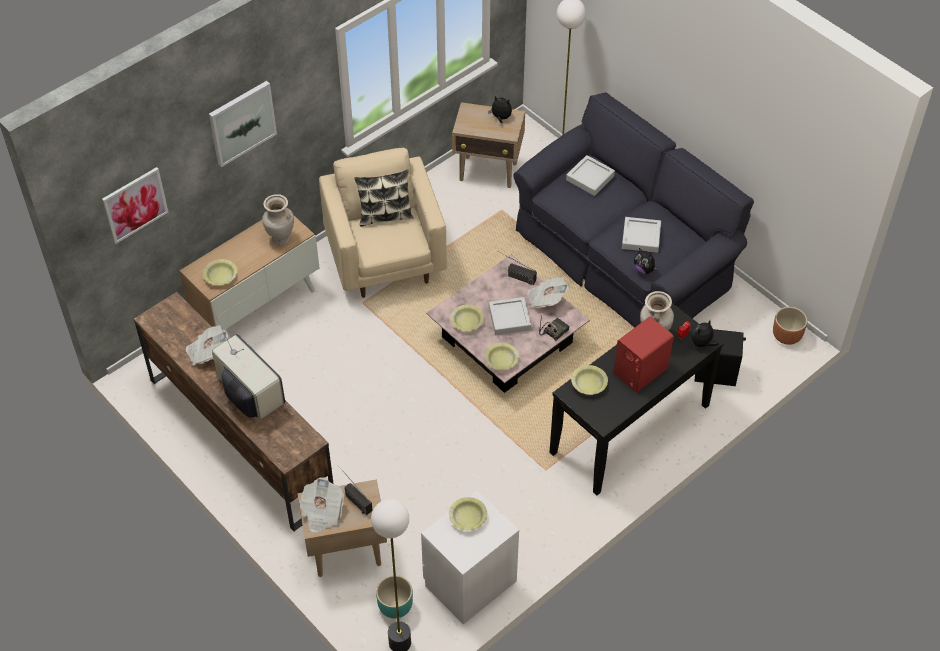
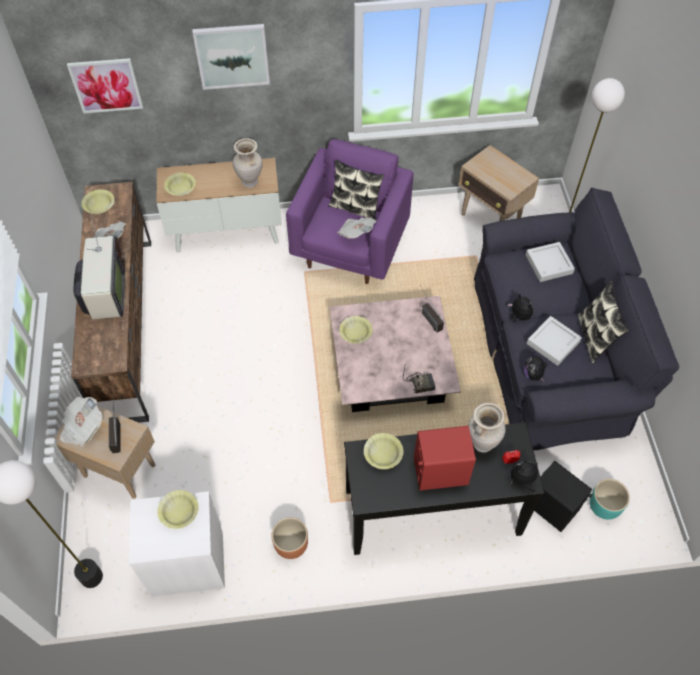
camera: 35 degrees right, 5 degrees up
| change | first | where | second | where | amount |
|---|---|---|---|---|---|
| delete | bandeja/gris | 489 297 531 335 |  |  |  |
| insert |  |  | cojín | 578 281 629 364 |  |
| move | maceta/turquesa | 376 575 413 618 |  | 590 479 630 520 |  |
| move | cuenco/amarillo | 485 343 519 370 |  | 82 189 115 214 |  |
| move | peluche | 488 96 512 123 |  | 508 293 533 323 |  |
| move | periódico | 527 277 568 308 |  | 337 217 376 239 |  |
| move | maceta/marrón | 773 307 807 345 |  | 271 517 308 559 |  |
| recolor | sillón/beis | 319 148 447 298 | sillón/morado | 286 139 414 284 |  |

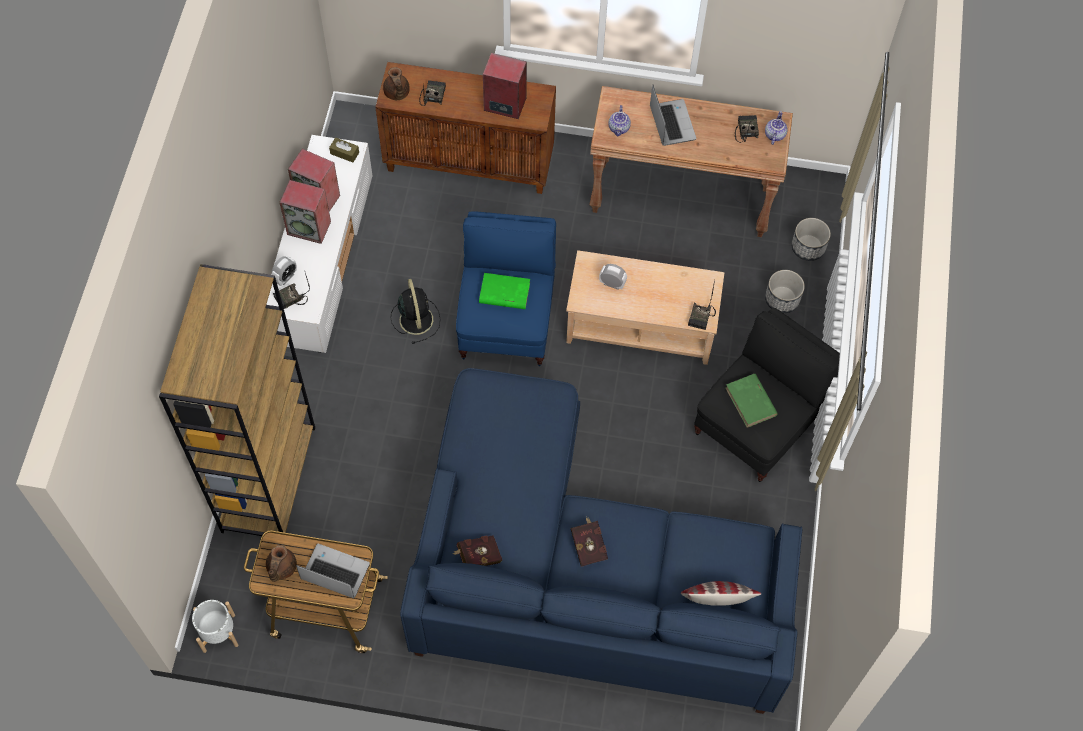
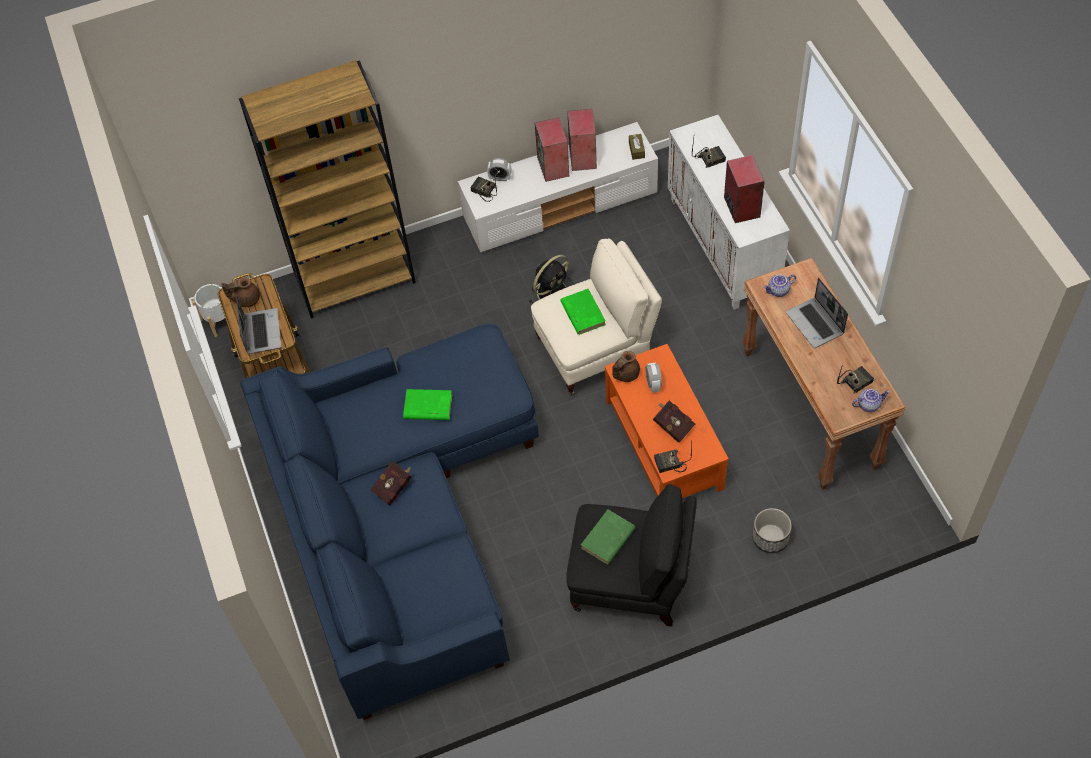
camera: 65 degrees right, 5 degrees down
| change | first | where | second | where | amount |
|---|---|---|---|---|---|
| delete | cojín | 681 581 761 606 |  |  |  |
| delete | maceta | 792 218 831 261 |  |  |  |
| insert |  |  | libro/verde | 403 389 452 420 |  |
| move | tetera/marrón | 383 67 410 100 |  | 612 351 640 382 |  |
| move | libro/rojo | 453 535 502 566 |  | 653 401 695 443 |  |
| recolor | armario/marrón | 375 62 556 194 | armario/blanco | 668 115 790 310 |  |
| recolor | sillón/azul | 456 211 556 366 | sillón/beis | 531 238 662 395 |  |
| recolor | mesa de centro/beis | 566 250 725 365 | mesa de centro/naranja | 604 344 729 498 |  |
| rotate | portátil | 650 85 696 146 |  | 786 278 848 348 | 105 degrees clockwise |

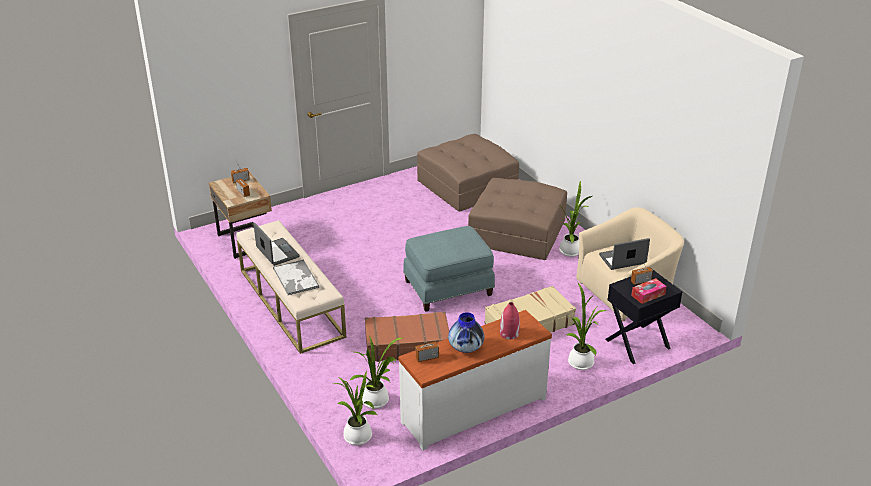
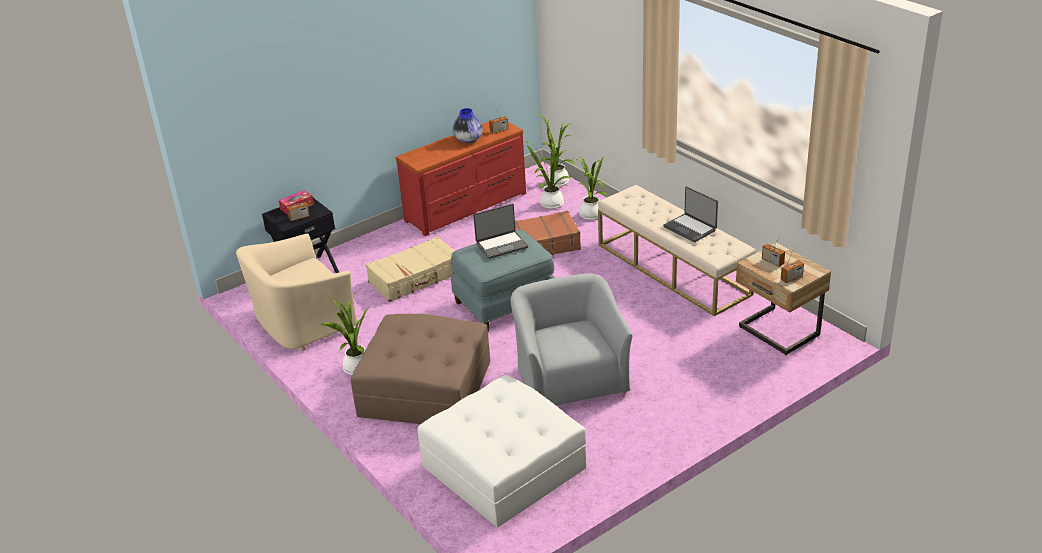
camera: 175 degrees right, 0 degrees up
| change | first | where | second | where | amount |
|---|---|---|---|---|---|
| delete | bandeja | 273 260 319 295 |  |  |  |
| delete | florero/rojo | 500 302 520 339 |  |  |  |
| insert |  |  | sillón/gris | 511 273 633 405 |  |
| move | planta en maceta | 566 283 607 370 |  | 572 156 608 220 |  |
| move | portátil | 599 238 650 270 |  | 473 204 528 259 |  |
| recolor | cómoda/blanco | 398 310 552 450 | cómoda/rojo | 396 122 526 236 |  |
| recolor | puf/marrón | 417 134 519 212 | puf/blanco | 417 375 587 527 |  |

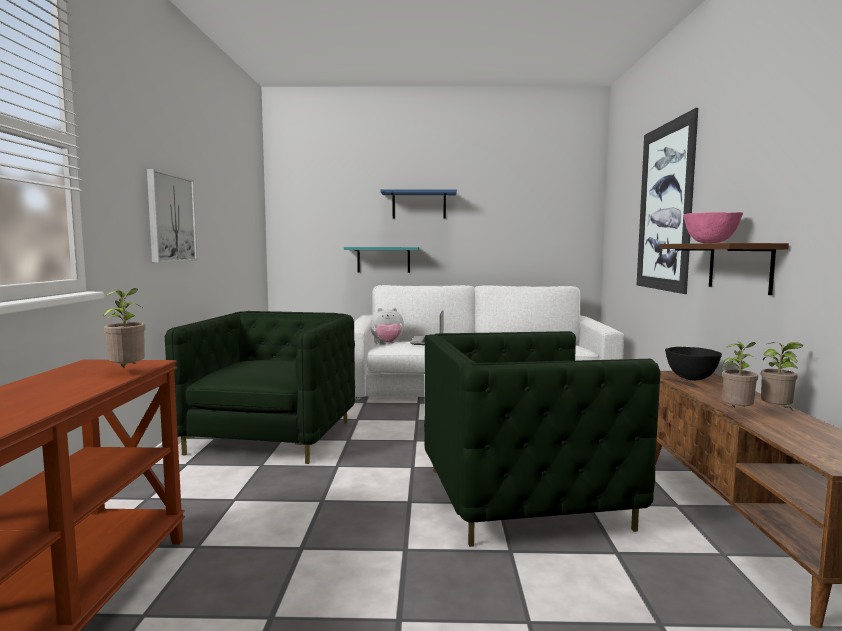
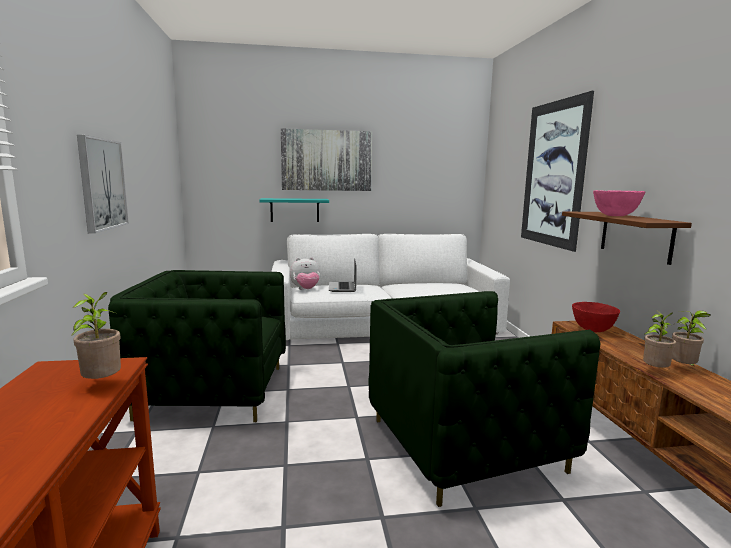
camera: 10 degrees left, 5 degrees up
| change | first | where | second | where | amount |
|---|---|---|---|---|---|
| replace | estante/azul | 380 189 457 219 | cuadro | 281 128 372 191 |  |
| recolor | cuenco/negro | 665 347 722 380 | cuenco/rojo | 572 302 620 332 |  |
| rotate | sillón/verde | 165 311 355 464 |  | 108 270 286 422 | 90 degrees counterclockwise |

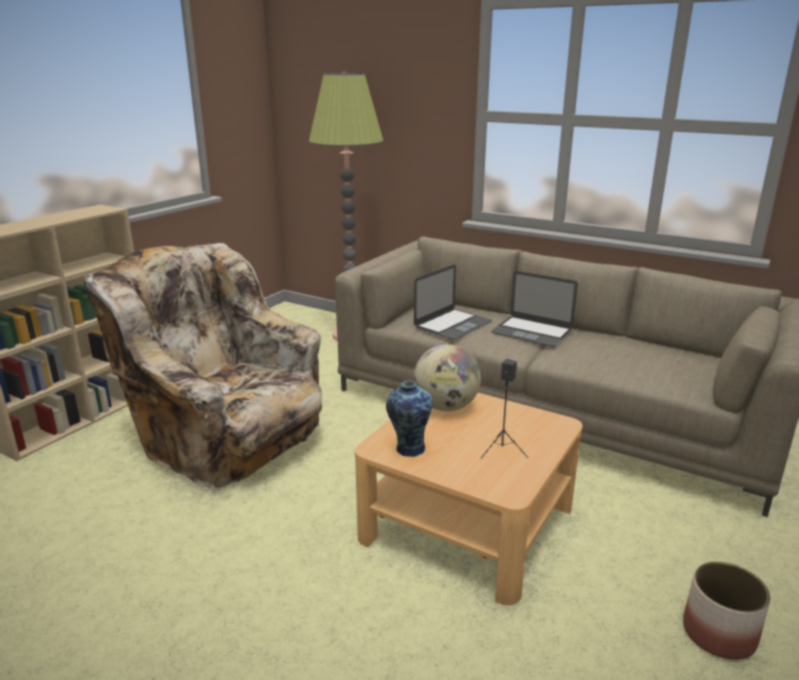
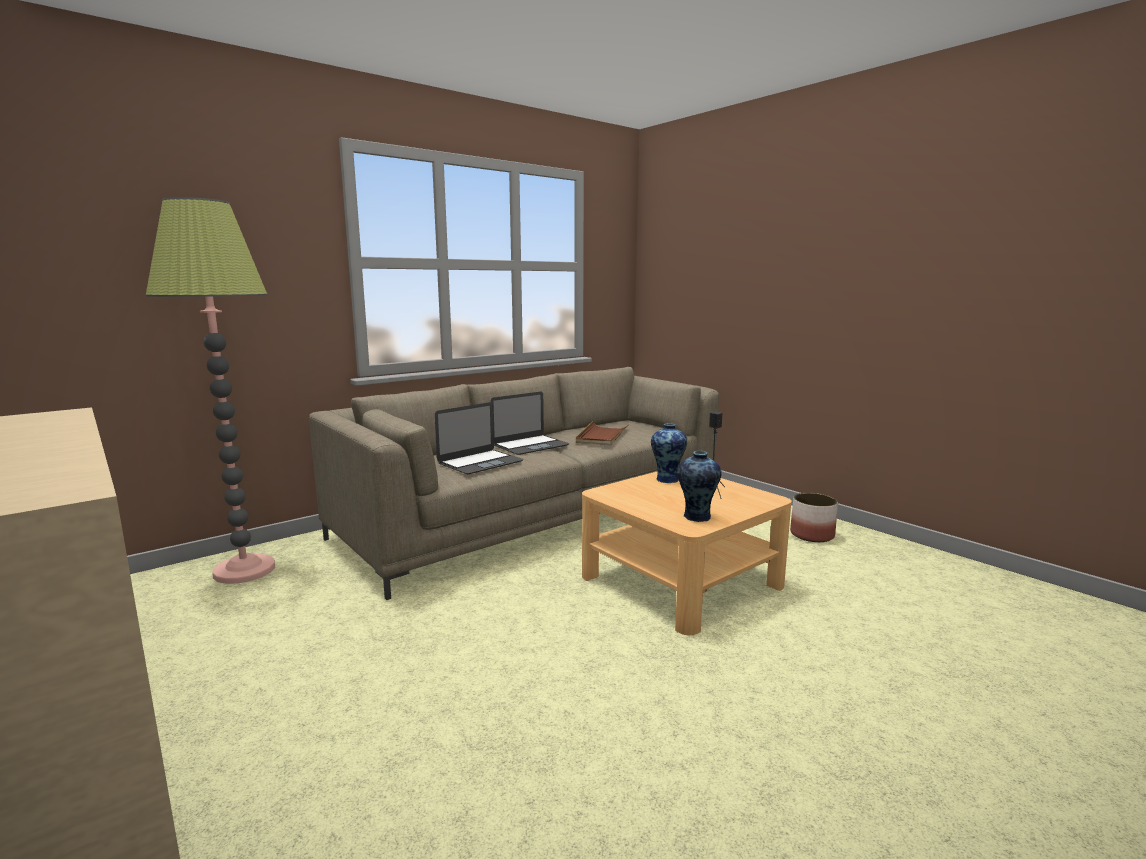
camera: 70 degrees left, 10 degrees down
| change | first | where | second | where | amount |
|---|---|---|---|---|---|
| delete | sillón/beis | 84 243 322 489 |  |  |  |
| delete | globo terráqueo | 414 344 481 411 |  |  |  |
| insert |  |  | bandeja/marrón | 576 421 629 446 |  |
| insert |  |  | florero | 651 423 687 483 |  |
| rotate | portátil | 414 265 492 340 |  | 435 402 524 474 | 75 degrees clockwise |

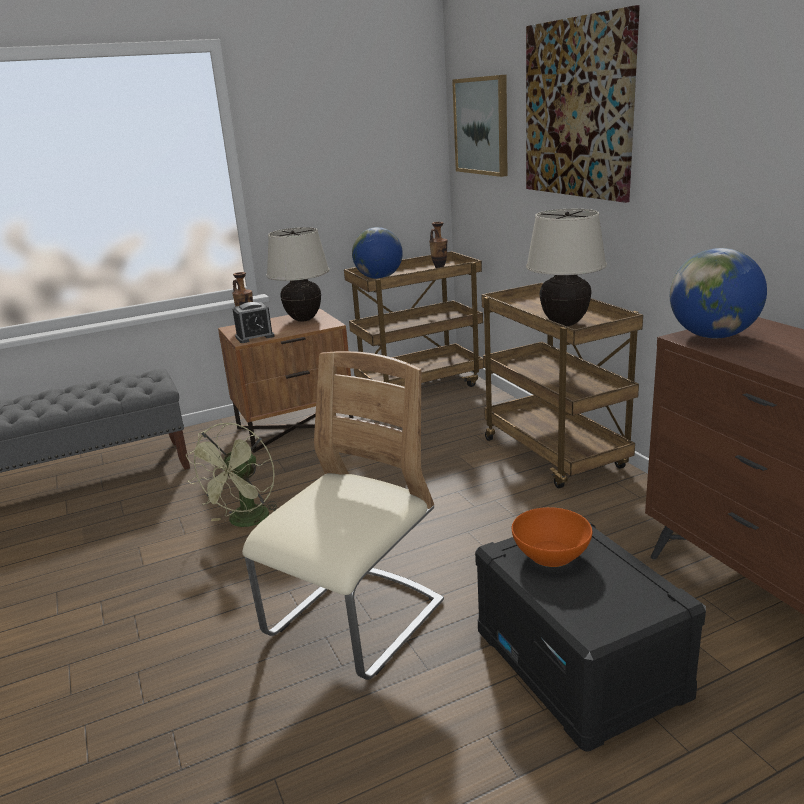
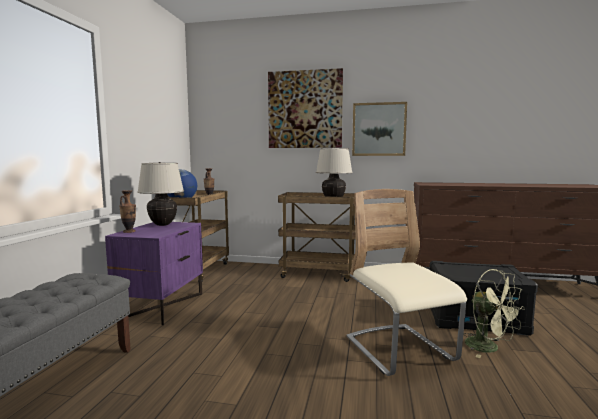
camera: 55 degrees left, 15 degrees down
| change | first | where | second | where | amount |
|---|---|---|---|---|---|
| delete | despertador | 233 302 275 343 |  |  |  |
| delete | cuenco/naranja | 512 507 592 567 |  |  |  |
| delete | globo terráqueo | 670 248 767 338 |  |  |  |
| move | ventilador/verde | 186 422 277 527 |  | 463 269 524 358 |  |
| move | cuadro | 452 75 508 177 |  | 352 102 407 156 |  |
| recolor | mesita de noche/marrón | 218 309 354 453 | mesita de noche/morado | 105 222 203 325 |  |

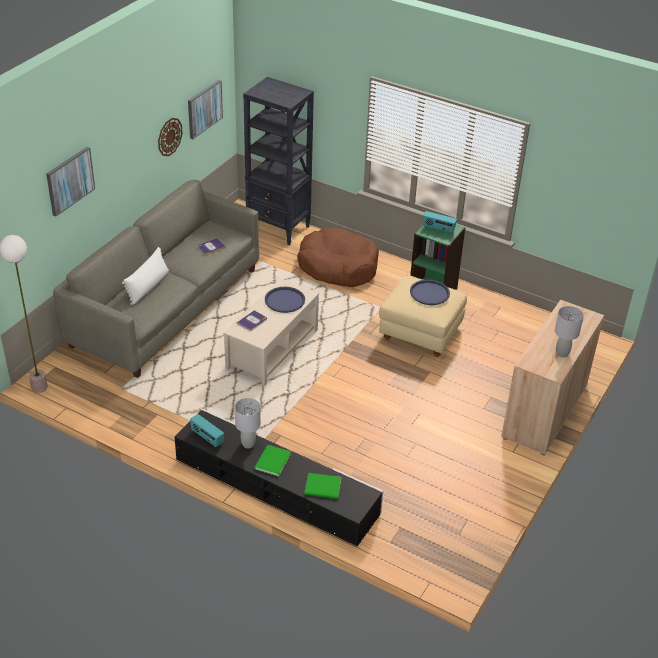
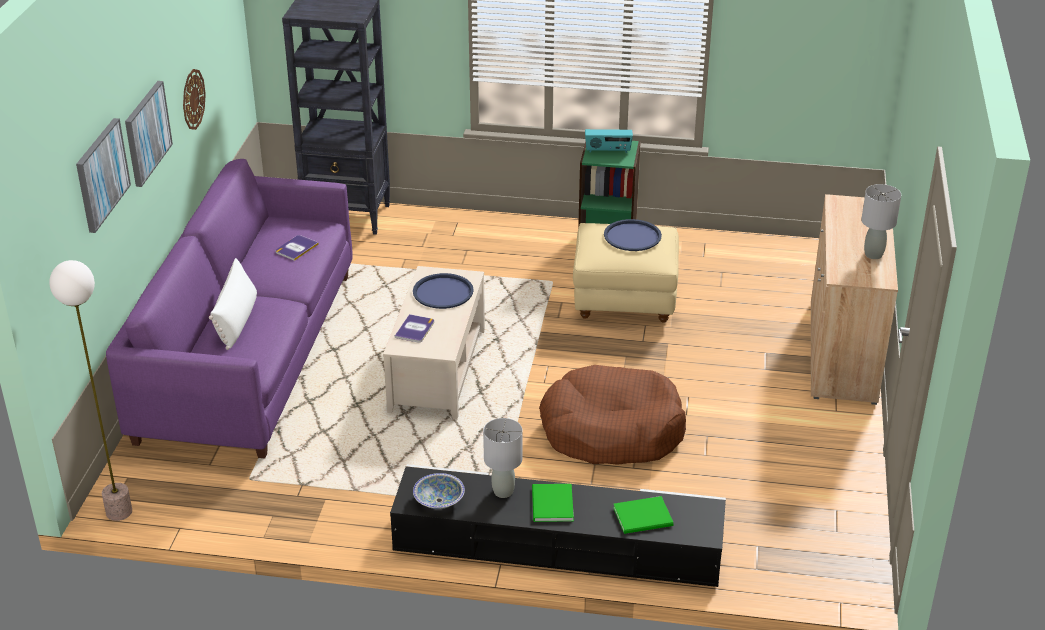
camera: 20 degrees left, 5 degrees down
| change | first | where | second | where | amount |
|---|---|---|---|---|---|
| move | cuadro | 188 80 223 139 |  | 125 81 173 187 |  |
| move | cama para perro/marrón | 297 228 379 287 |  | 539 365 686 465 |  |
| replace | radio | 190 414 224 447 | cuenco | 413 473 465 509 |  |
| recolor | sofá/gris | 53 180 259 378 | sofá/morado | 106 159 352 459 |  |

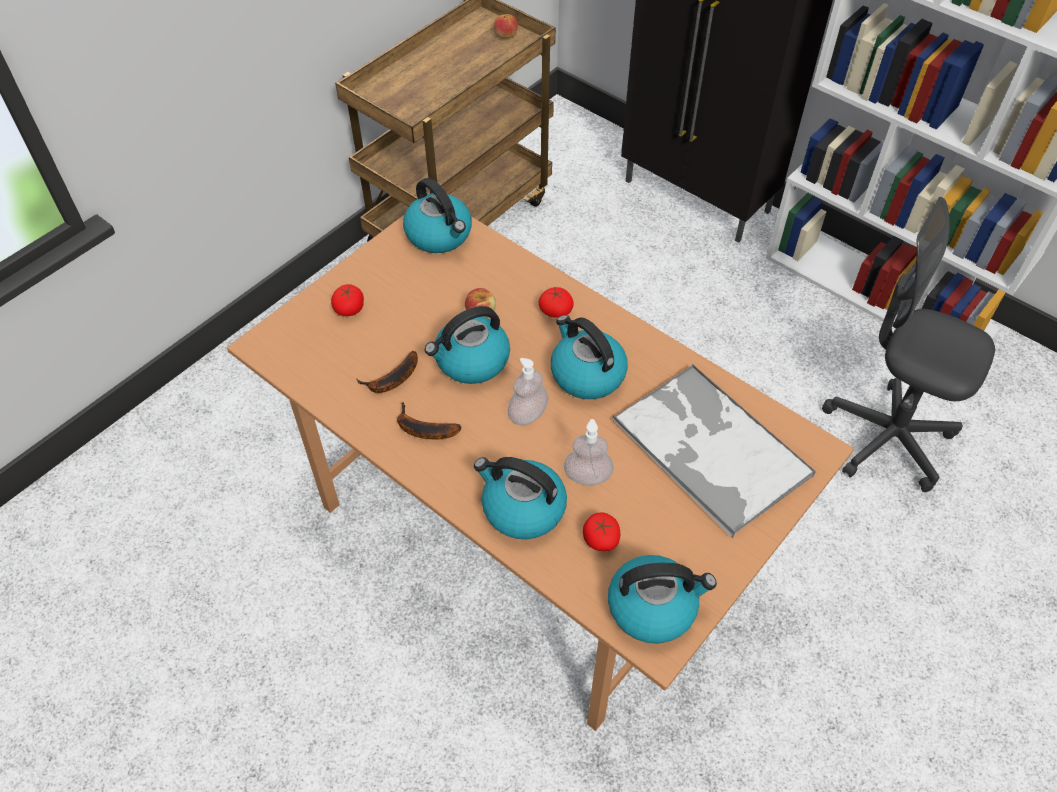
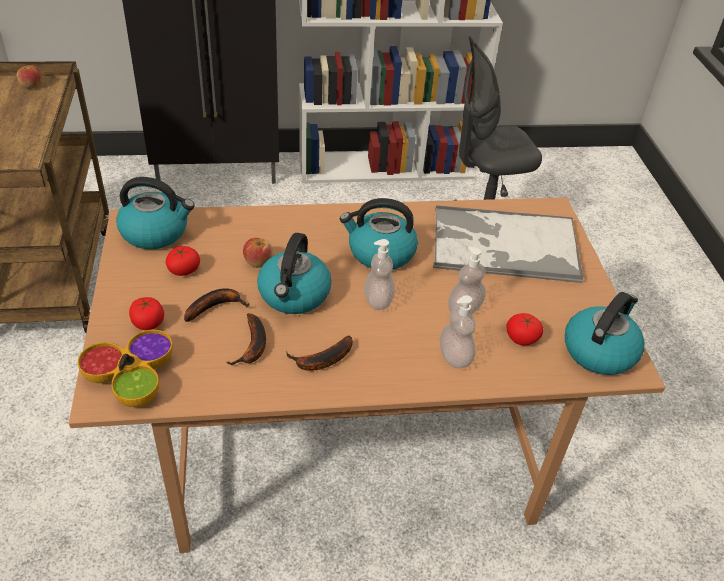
camera: 50 degrees left, 10 degrees down
| change | first | where | second | where | amount |
|---|---|---|---|---|---|
| insert |  |  | cuenco | 78 330 173 407 |  |
| insert |  |  | plátano | 184 288 249 322 |  |
| move | tomate | 539 287 574 318 |  | 166 246 200 276 |  |
| replace | hervidor | 474 457 567 539 | dispensador de jabón | 440 295 475 368 |  |

